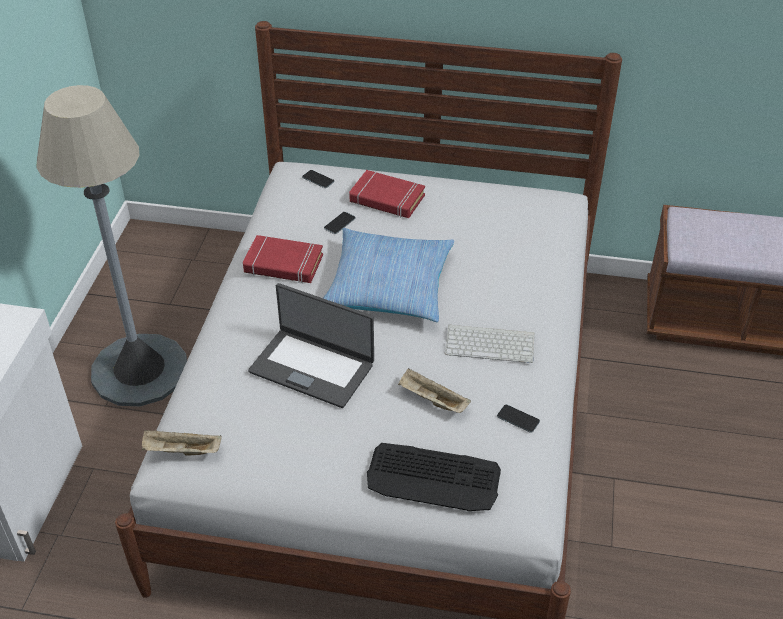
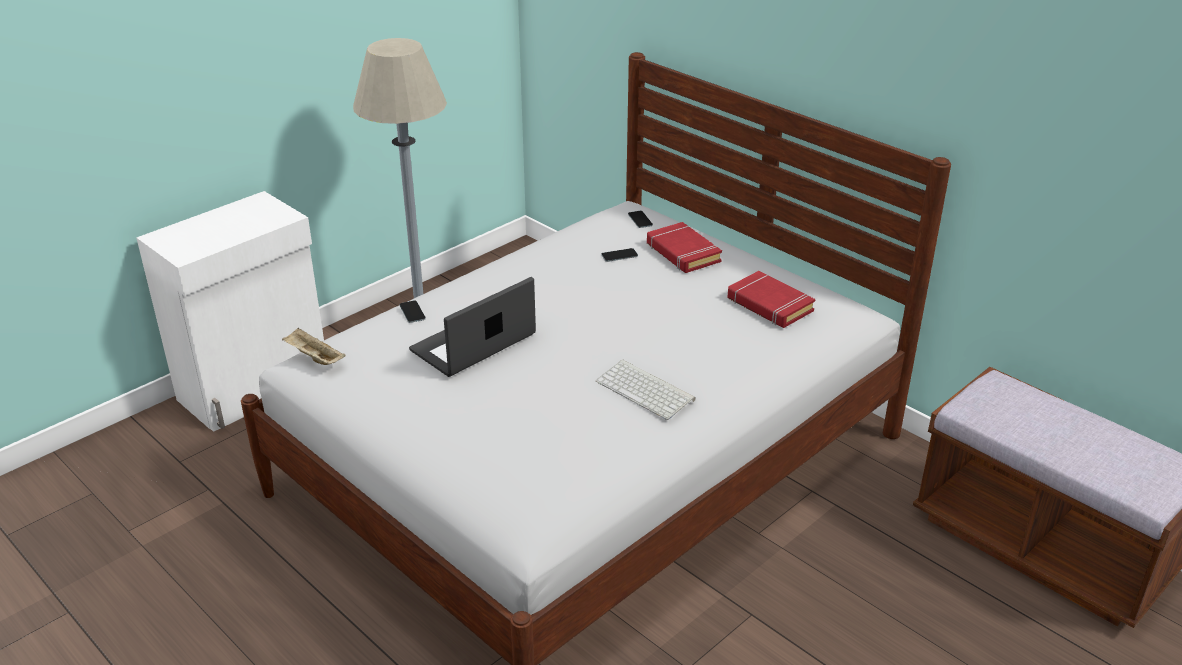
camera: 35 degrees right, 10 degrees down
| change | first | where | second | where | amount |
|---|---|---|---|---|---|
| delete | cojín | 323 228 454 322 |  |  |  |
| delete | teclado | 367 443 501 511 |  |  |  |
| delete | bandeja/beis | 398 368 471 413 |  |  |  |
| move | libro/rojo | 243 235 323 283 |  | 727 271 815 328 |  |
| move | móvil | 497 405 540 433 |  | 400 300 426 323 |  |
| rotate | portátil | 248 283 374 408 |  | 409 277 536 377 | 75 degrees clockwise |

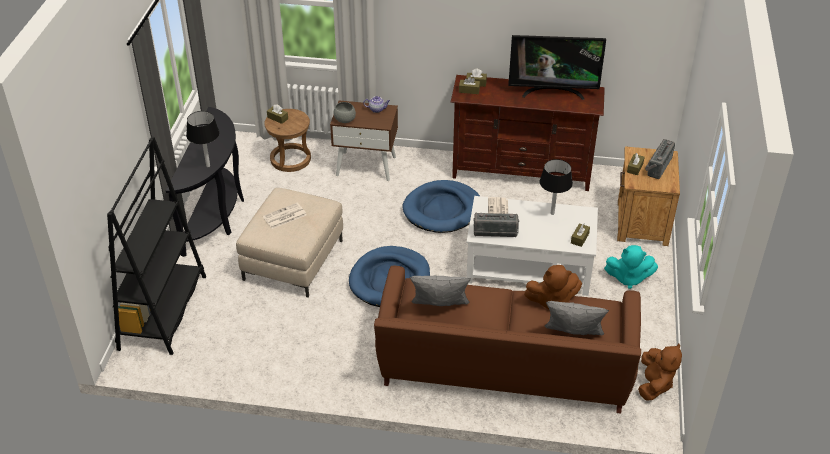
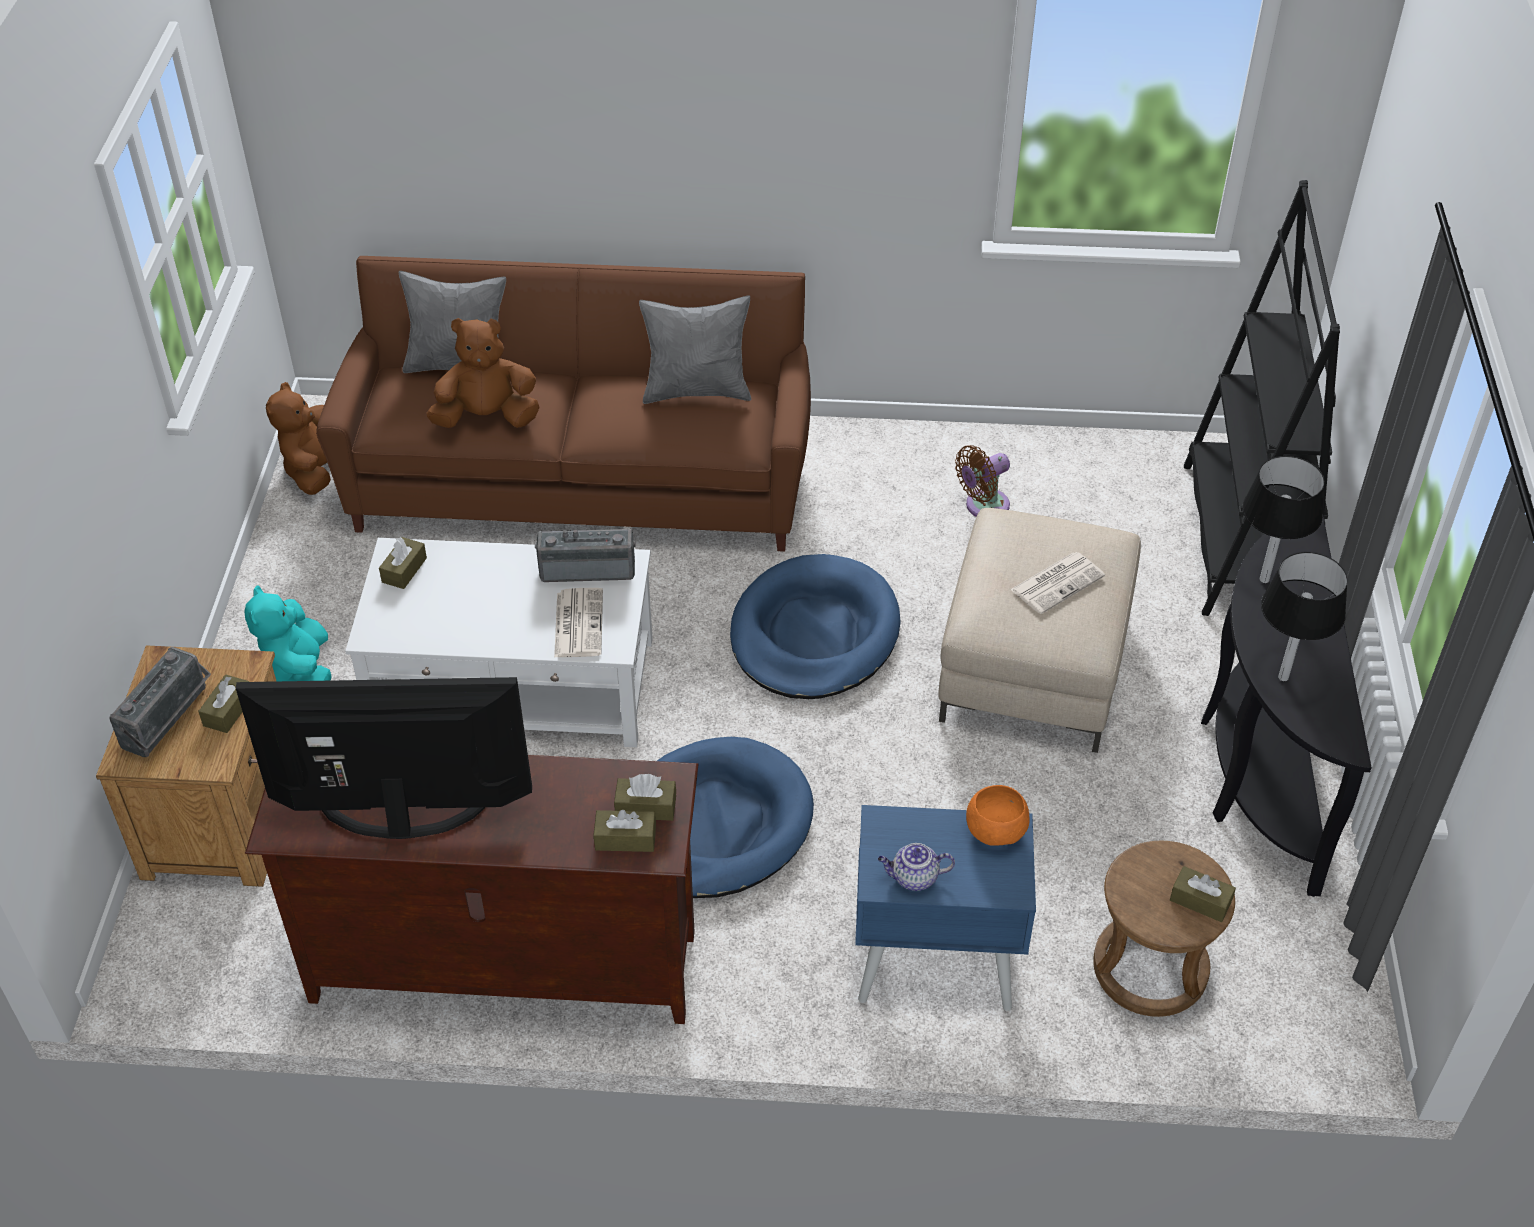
camera: 175 degrees right, 5 degrees up
| change | first | where | second | where | amount |
|---|---|---|---|---|---|
| insert |  |  | ventilador/marrón | 955 445 1010 517 |  |
| move | lámpara de mesa/negro | 539 159 573 215 |  | 1261 552 1348 681 |  |
| recolor | mesita de noche/marrón | 330 100 398 181 | mesita de noche/azul | 855 805 1036 1011 |  |
| recolor | cuenco/gris | 333 102 356 123 | cuenco/naranja | 966 785 1030 846 |  |
| rotate | peluche/turquesa | 604 245 658 289 |  | 244 585 332 681 | 105 degrees counterclockwise |

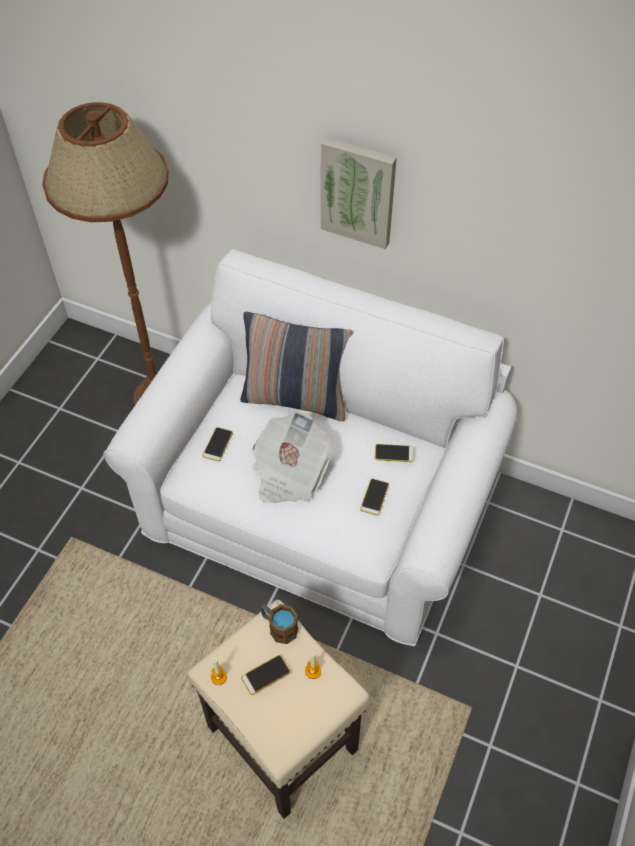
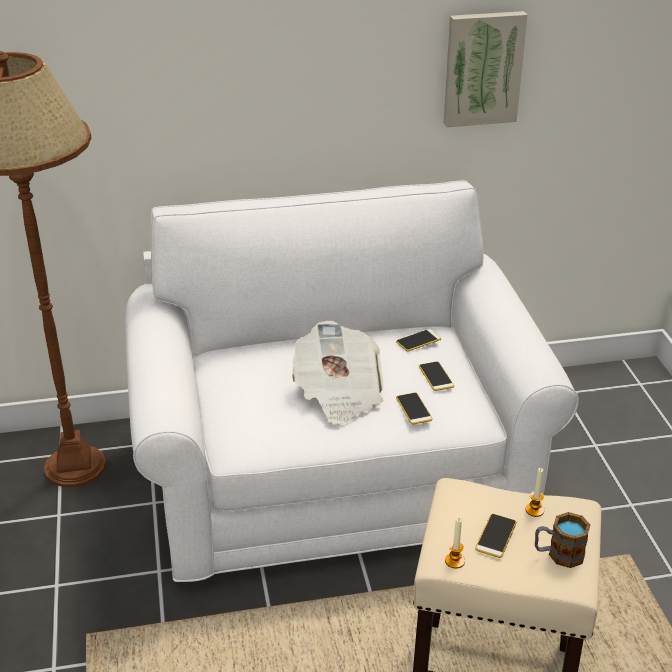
camera: 35 degrees left, 20 degrees down
| change | first | where | second | where | amount |
|---|---|---|---|---|---|
| delete | cojín | 240 312 354 421 |  |  |  |
| move | móvil | 203 427 233 461 |  | 396 393 433 424 |  |
| move | taza grande | 260 604 298 644 |  | 535 512 590 568 |  |
| move | cuadro | 321 137 397 249 |  | 444 11 527 127 |  |

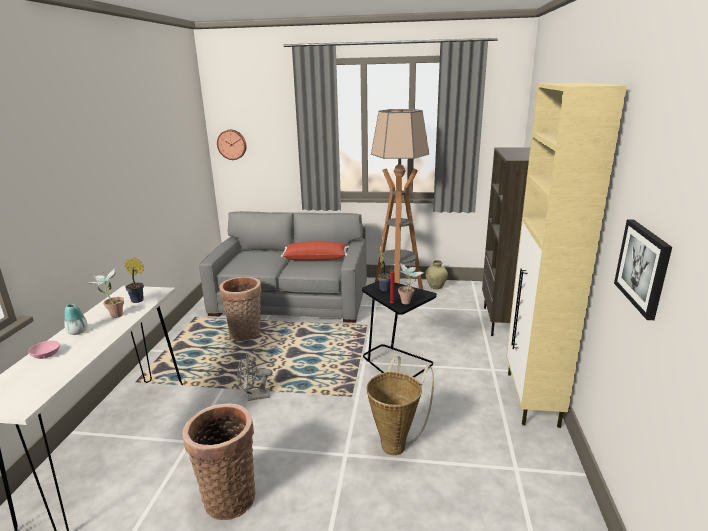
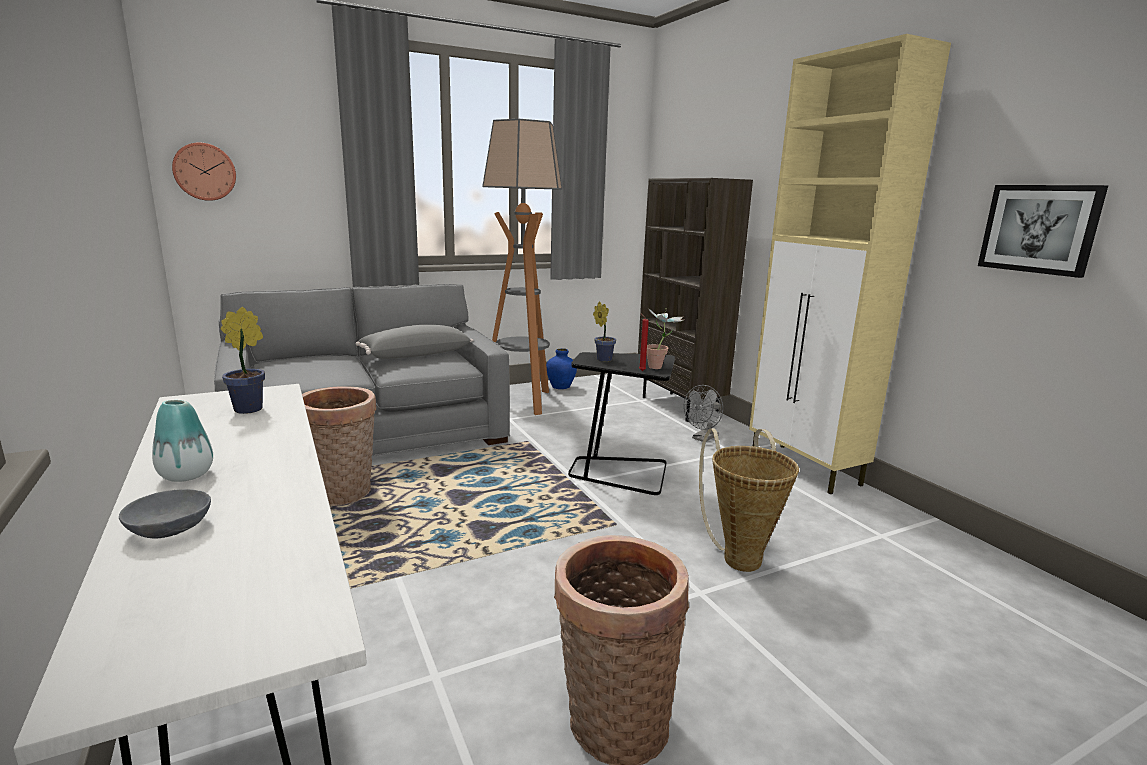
camera: 35 degrees left, 5 degrees down
| change | first | where | second | where | amount |
|---|---|---|---|---|---|
| delete | planta en maceta | 86 269 124 318 |  |  |  |
| move | ventilador/gris | 237 354 273 401 |  | 684 385 723 442 |  |
| recolor | cuenco/rosa | 28 341 60 359 | cuenco/gris | 119 489 211 539 |  |
| recolor | cojín/rojo | 281 241 349 260 | cojín/gris | 356 325 473 359 |  |
| recolor | florero/beis | 425 260 448 289 | florero/azul | 546 348 577 389 |  |

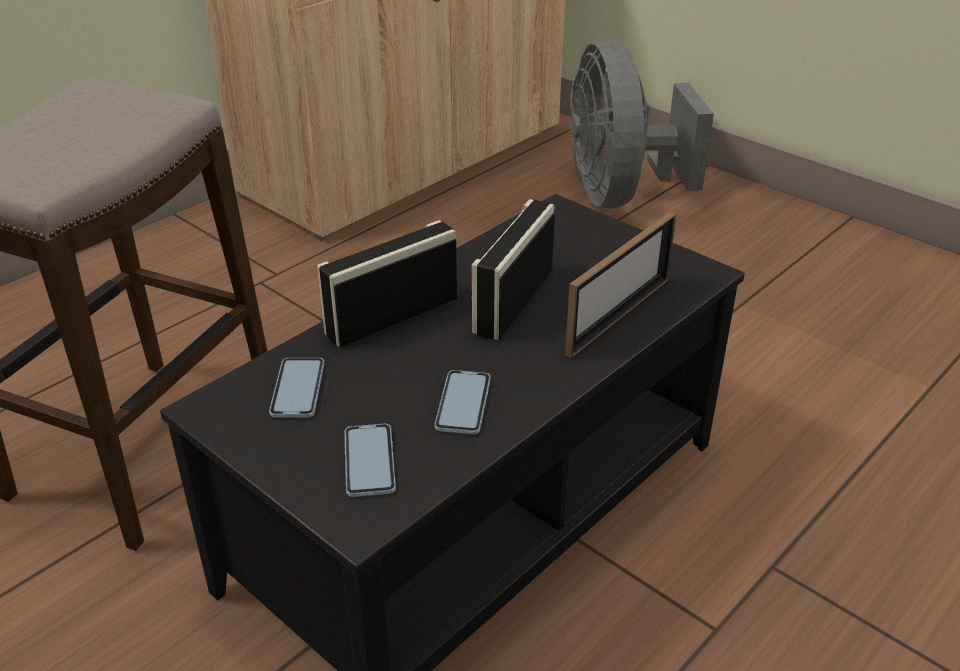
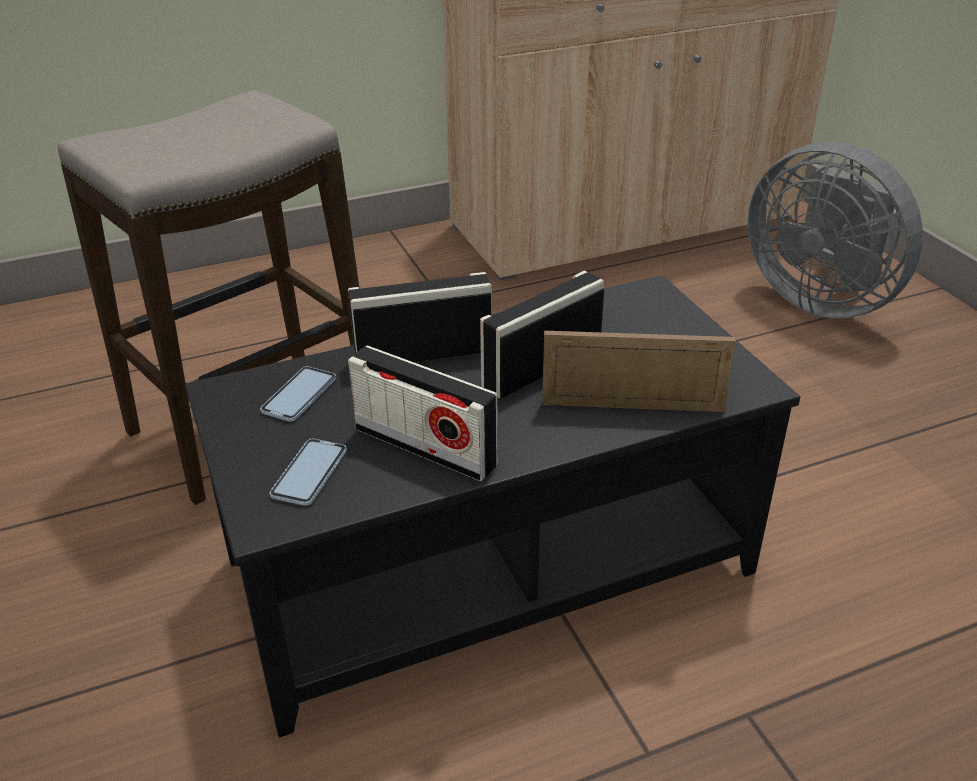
camera: 25 degrees right, 0 degrees up
| change | first | where | second | where | amount |
|---|---|---|---|---|---|
| replace | móvil | 434 370 491 434 | radio | 348 345 498 481 |  |
| rotate | portarretratos | 565 211 676 358 |  | 542 331 736 412 | 150 degrees counterclockwise |
| rotate | ventilador/gris | 569 40 714 209 |  | 748 142 923 319 | 60 degrees counterclockwise |

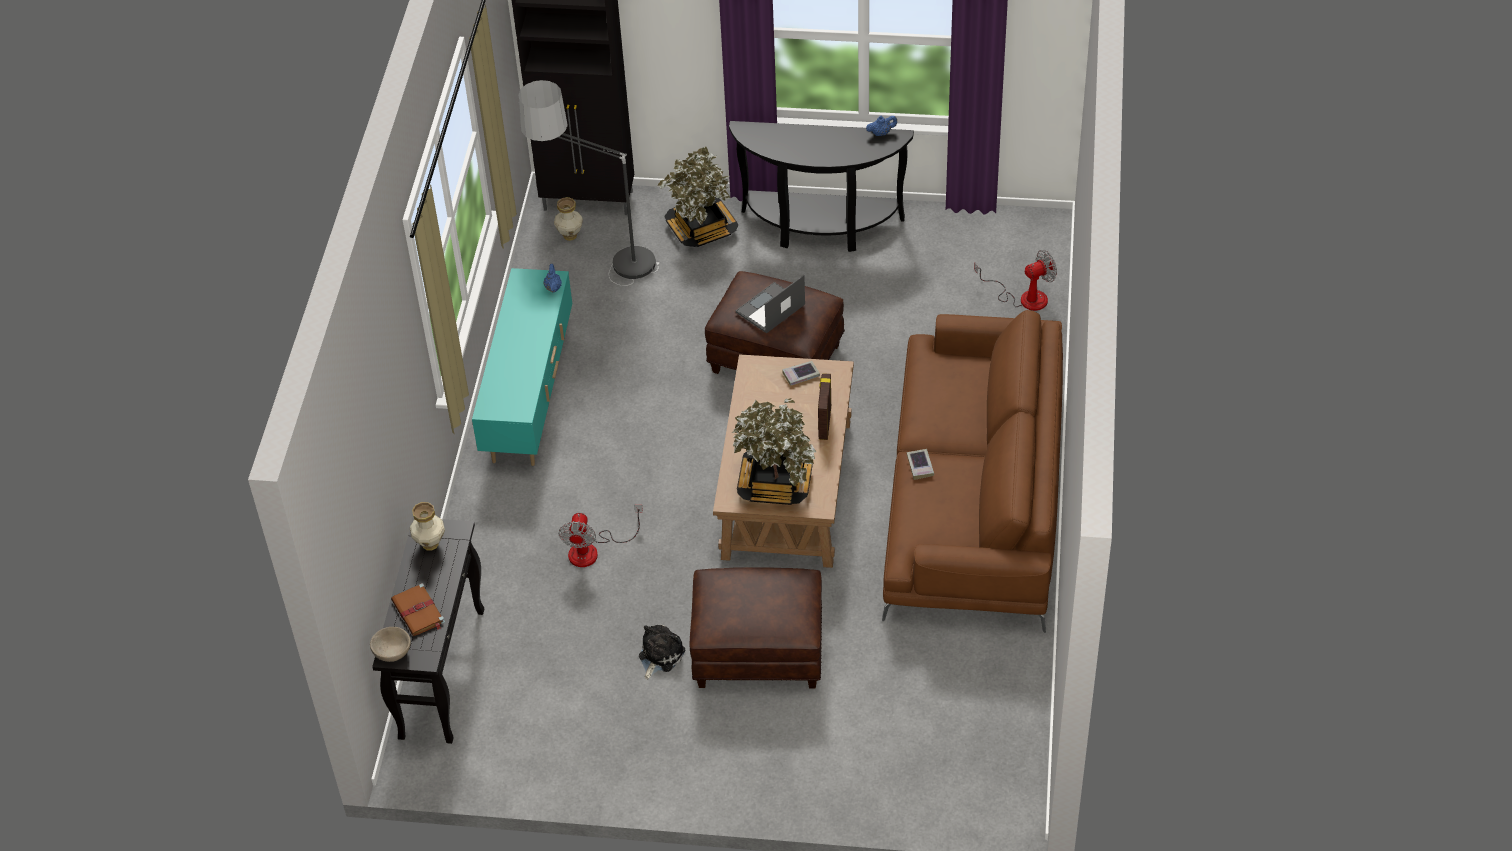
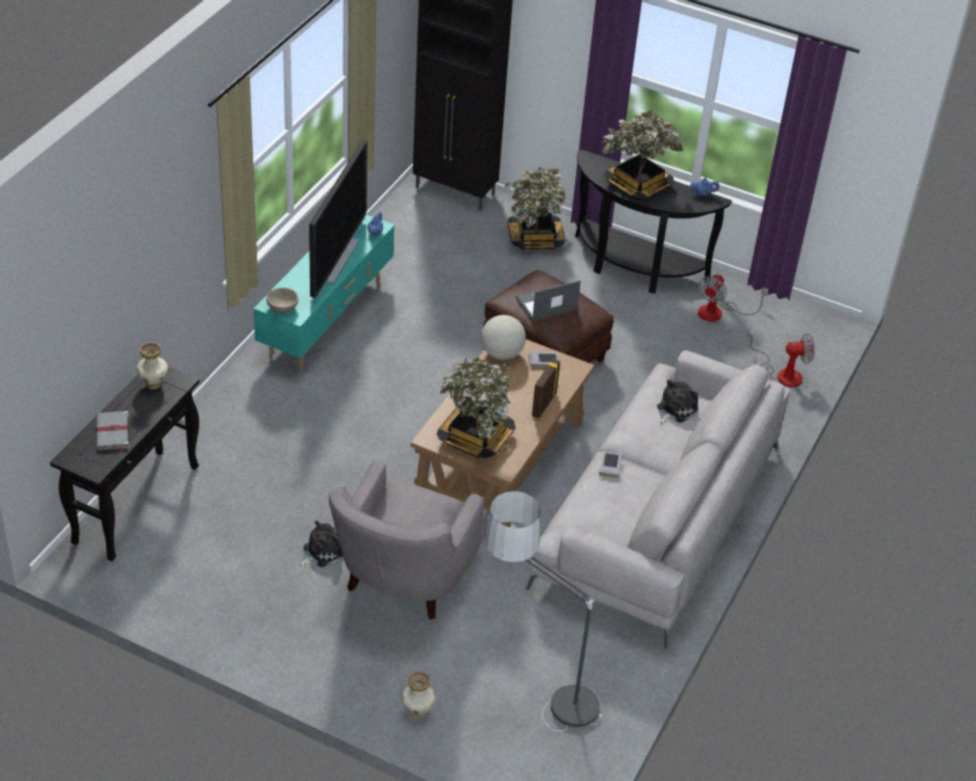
camera: 15 degrees right, 5 degrees down
| change | first | where | second | where | amount |
|---|---|---|---|---|---|
| insert |  |  | televisor | 309 140 368 299 |  |
| insert |  |  | globo terráqueo | 481 315 526 360 |  |
| insert |  |  | planta en maceta | 603 110 684 200 |  |
| insert |  |  | peluche | 657 379 698 425 |  |
| move | cuenco/beis | 370 627 411 662 |  | 266 288 299 313 |  |
| move | lámpara de pie | 518 80 660 286 |  | 485 491 603 731 |  |
| move | florero | 554 197 583 241 |  | 401 671 435 718 |  |
| move | ventilador | 558 505 643 567 |  | 698 274 769 322 |  |
| replace | puf/marrón | 690 567 822 688 | sillón/gris | 329 460 487 620 |  |
| recolor | libro/marrón | 391 583 445 636 | libro/gris | 96 411 129 452 |  |
| recolor | sofá/marrón | 882 310 1063 633 | sofá/gris | 526 350 790 649 |  |

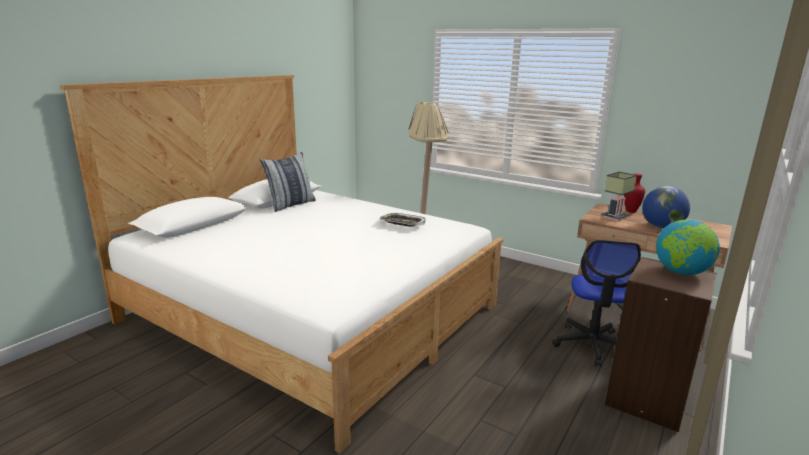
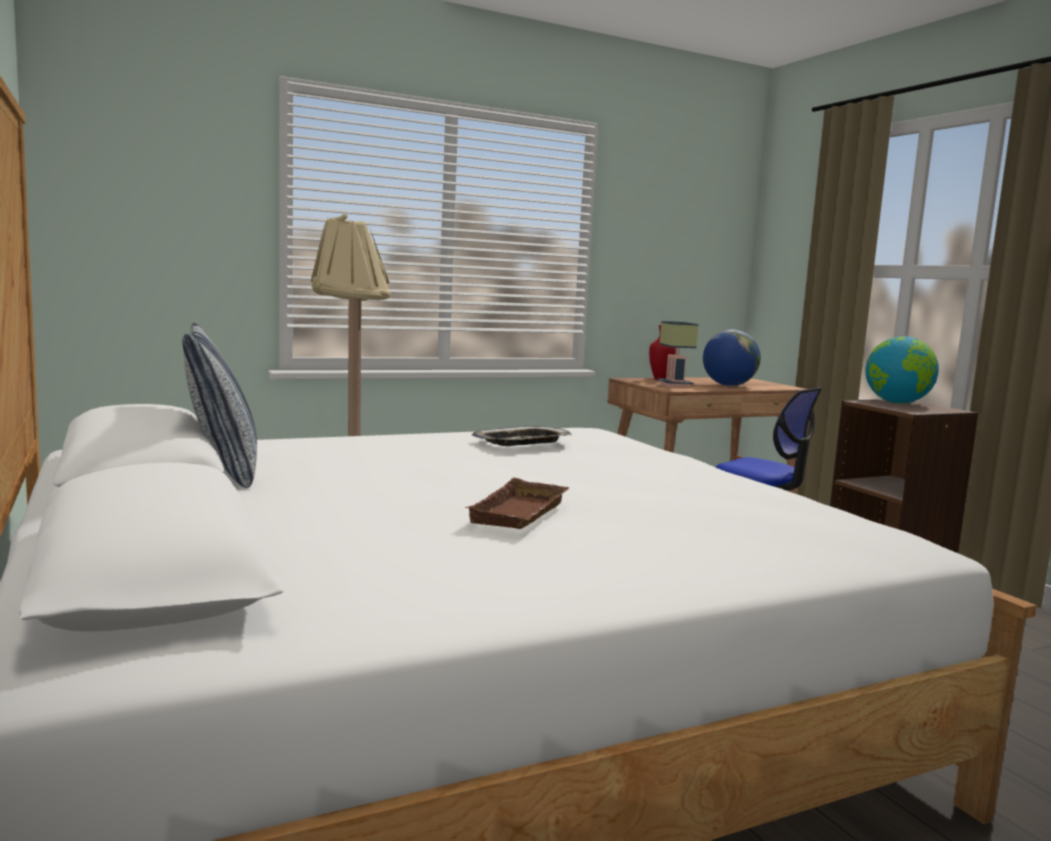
camera: 60 degrees left, 10 degrees down
| change | first | where | second | where | amount |
|---|---|---|---|---|---|
| insert |  |  | bandeja/marrón | 465 478 569 529 |  |

